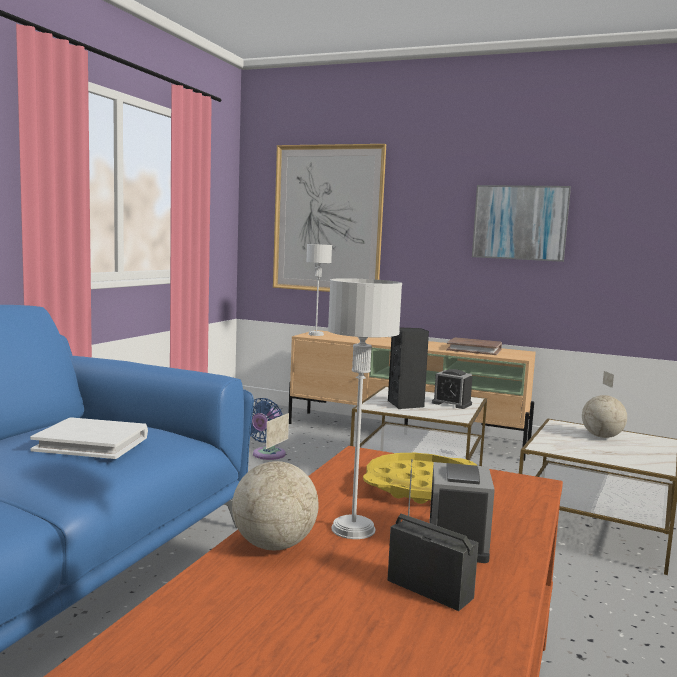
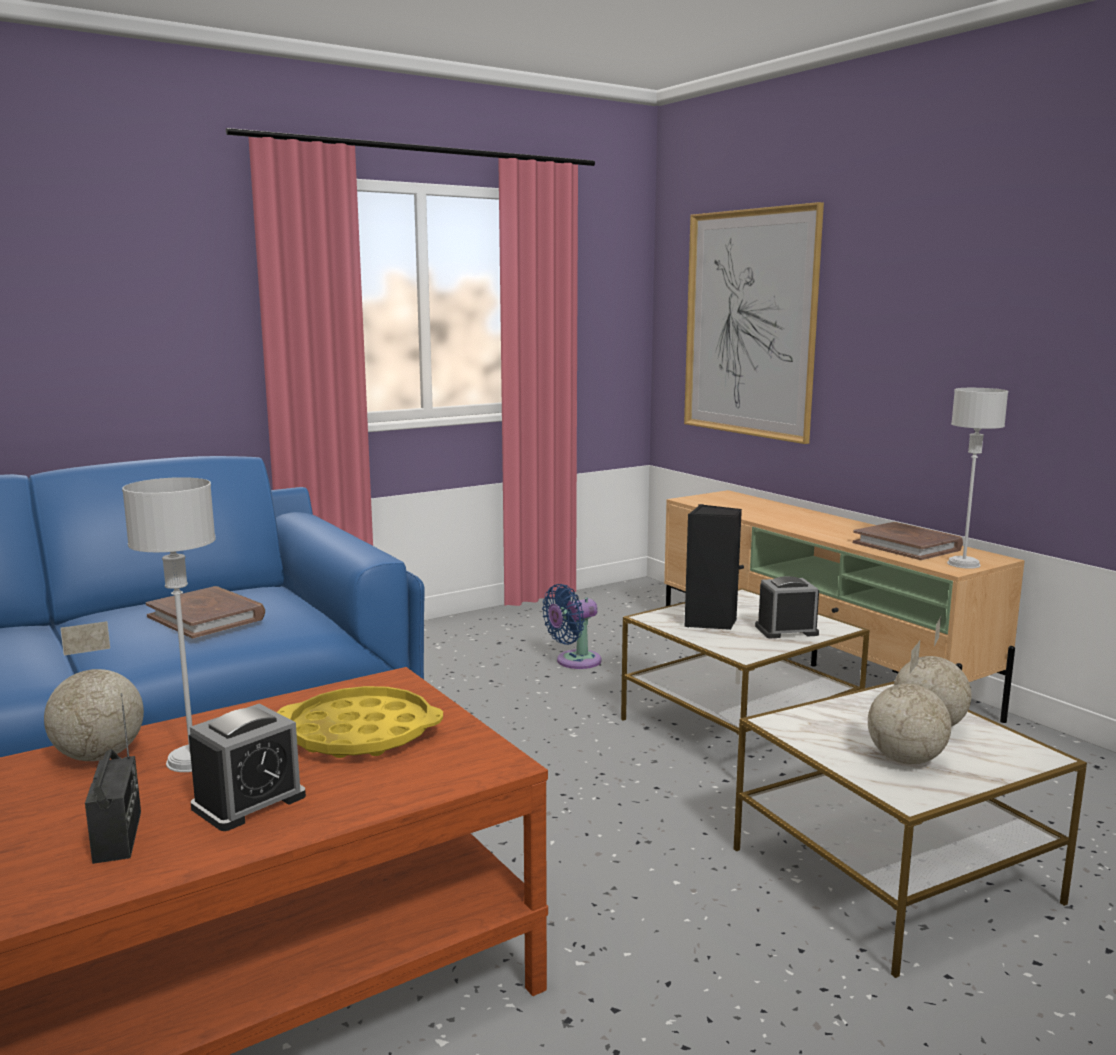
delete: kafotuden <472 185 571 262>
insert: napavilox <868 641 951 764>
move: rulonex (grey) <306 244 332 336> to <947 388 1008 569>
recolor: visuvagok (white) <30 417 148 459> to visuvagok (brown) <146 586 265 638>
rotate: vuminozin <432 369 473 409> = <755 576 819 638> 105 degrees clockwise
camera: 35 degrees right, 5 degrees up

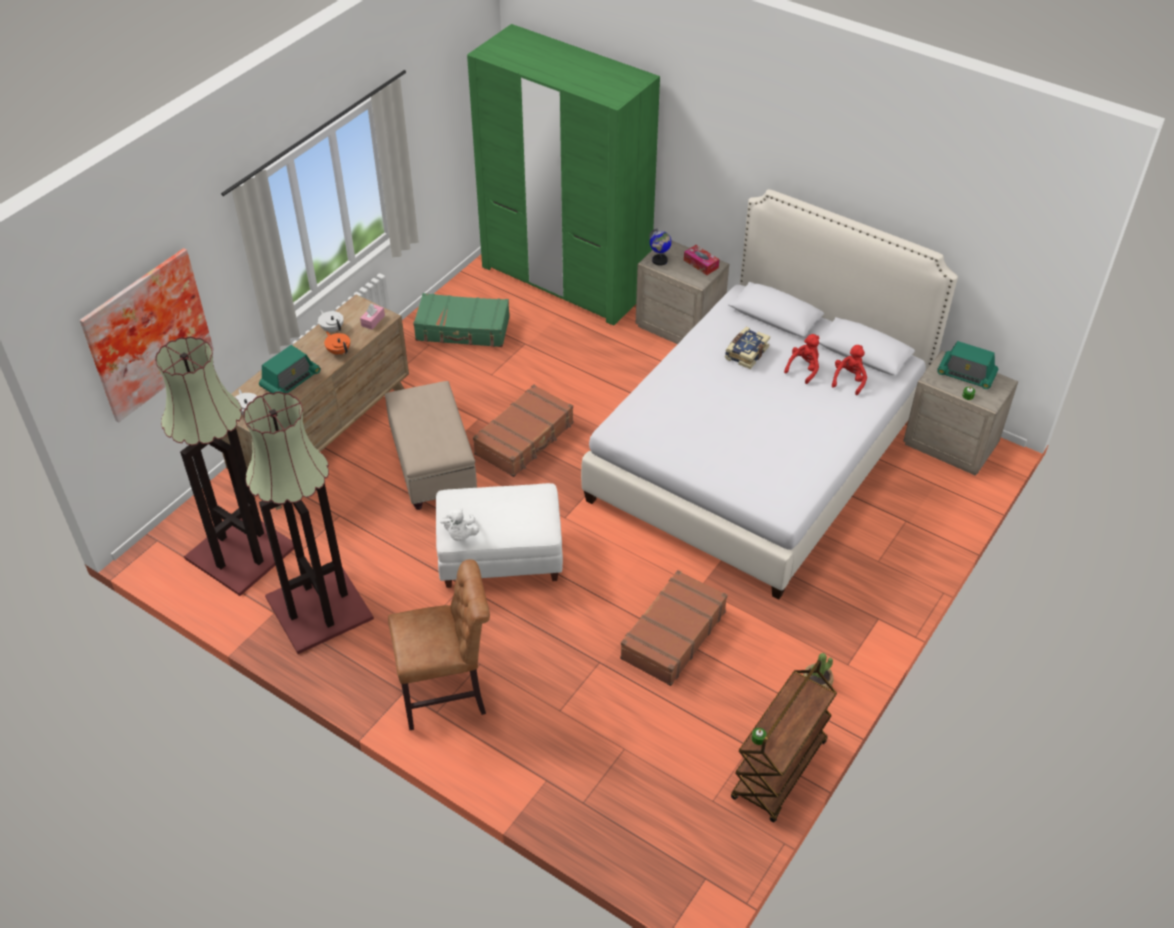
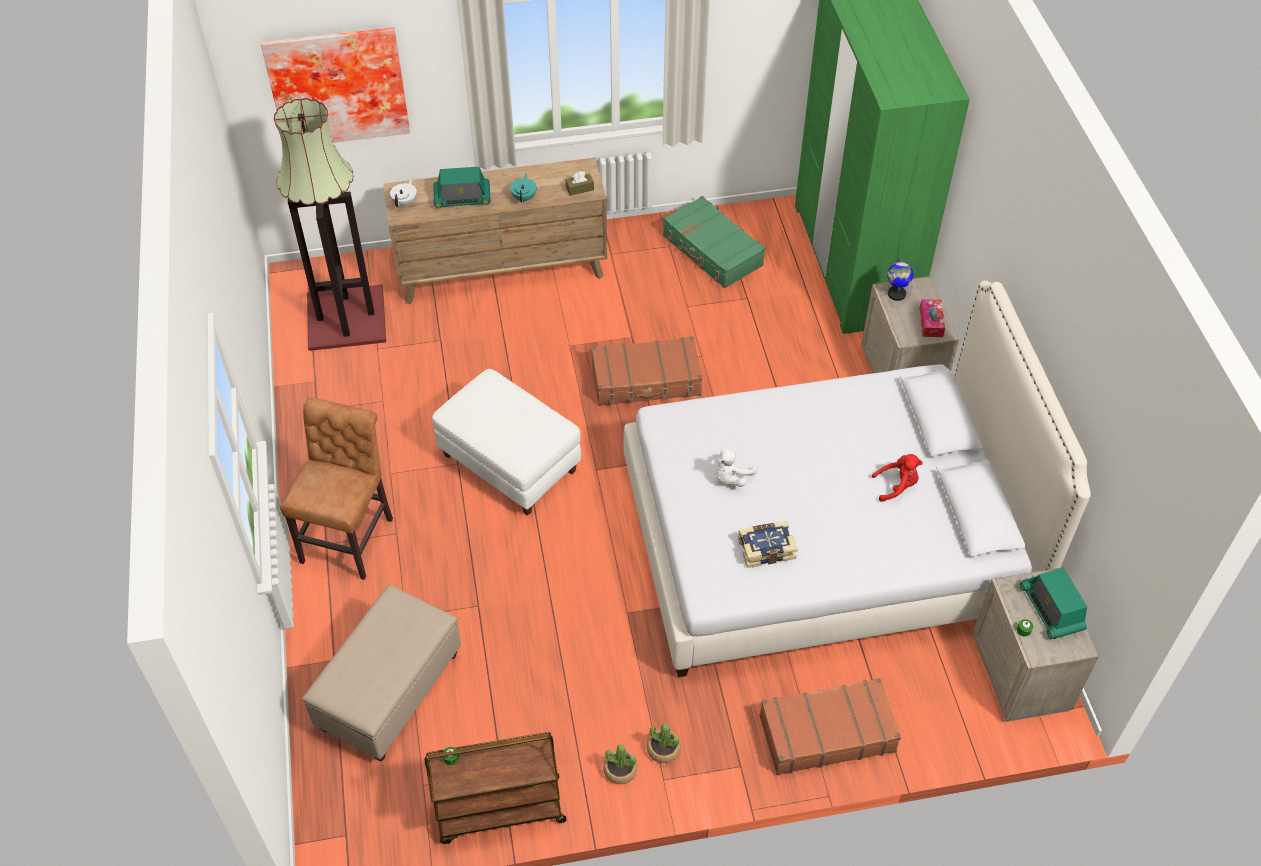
delete: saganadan <243 391 374 654>; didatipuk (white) <318 309 344 333>; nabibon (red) <832 345 867 395>
insert: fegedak <647 724 681 763>
move: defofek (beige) <384 381 477 510> to <302 585 461 761>; nabibon (white) <440 508 479 541> to <716 449 757 487>; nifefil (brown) <620 570 728 686> to <760 678 901 775>; visuvagok <725 327 770 369> to <738 521 798 568>
recolor: didatipuk (orange) <324 331 350 355> to didatipuk (turquoise) <510 174 537 202>; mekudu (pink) <360 304 385 330> to mekudu (brown) <566 171 594 196>
rotate: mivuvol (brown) <388 559 490 730> = <280 398 393 580> 105 degrees counterclockwise
camera: 45 degrees right, 5 degrees up

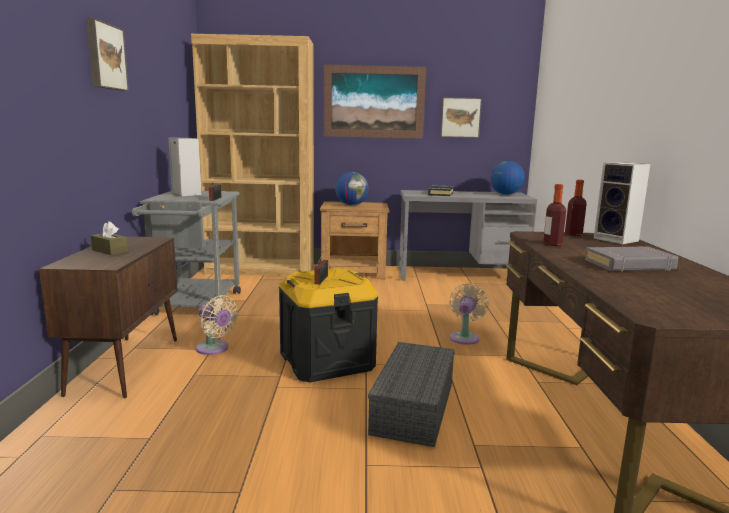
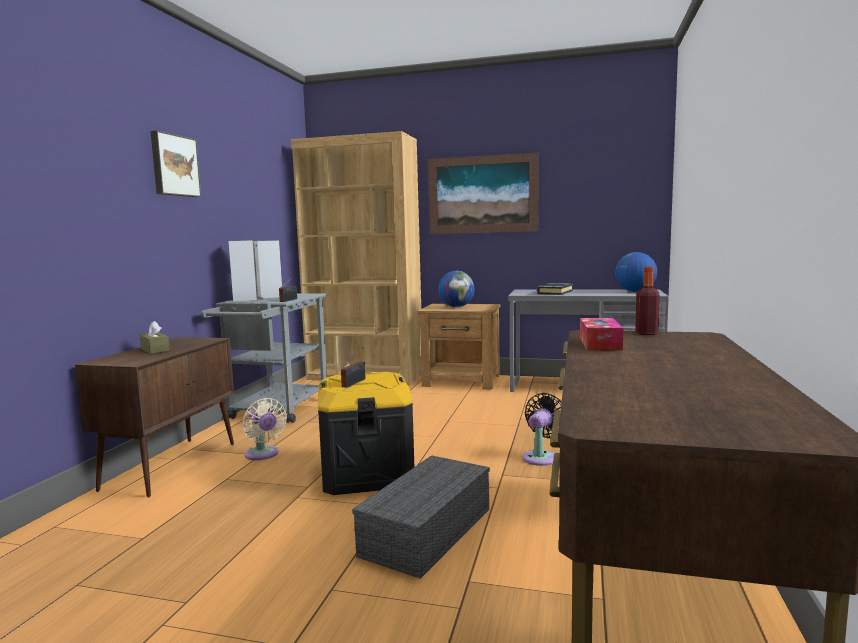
delete: kafotuden <440 97 482 138>; visuvagok (grey) <585 246 679 272>
move: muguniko <594 162 650 244> to <228 240 257 302>
replace: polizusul <543 184 566 246> to mekudu <580 318 623 350>
recolor: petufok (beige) <449 283 489 345> to petufok (black) <523 393 561 466>
camera: 15 degrees right, 5 degrees down

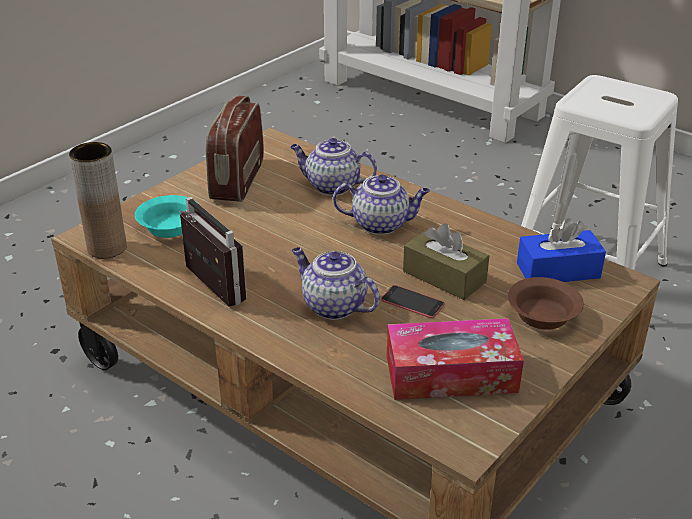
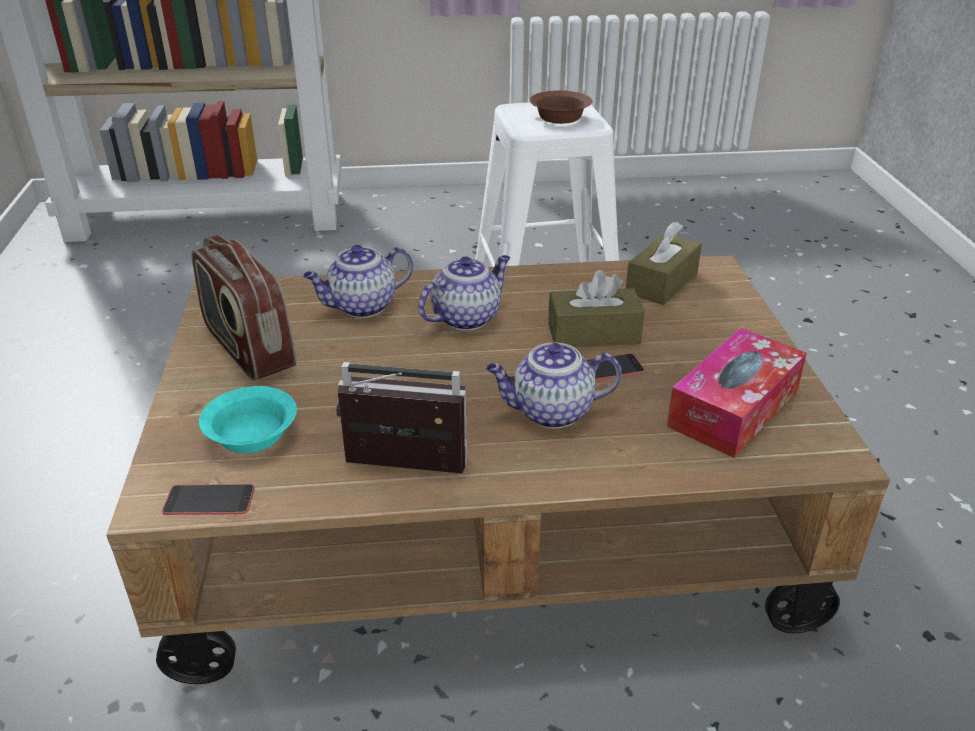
move: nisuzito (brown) <508 277 584 330> to <530 90 592 124>
replace: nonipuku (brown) <69 142 127 258> to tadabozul <162 484 255 515>
recolor: mekudu (blue) <517 218 606 282> to mekudu (brown) <626 222 702 305>
camera: 45 degrees left, 0 degrees up

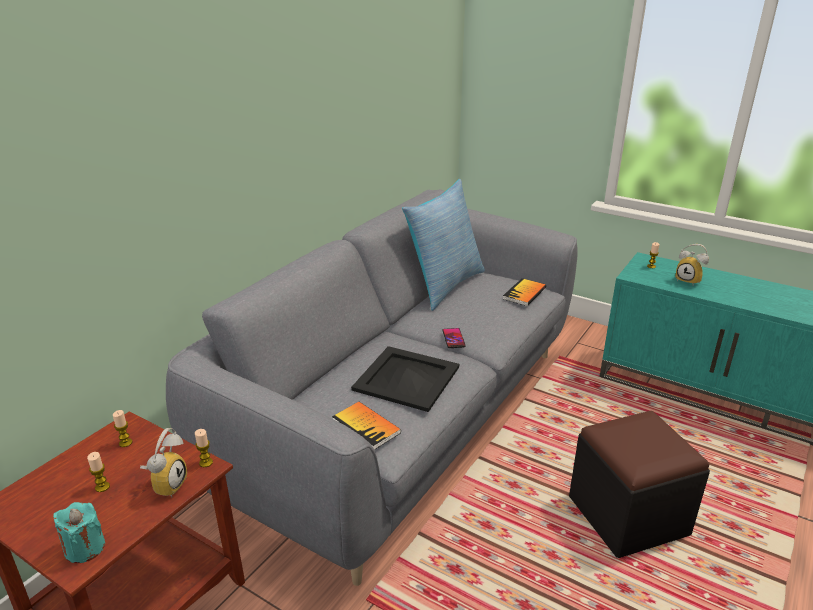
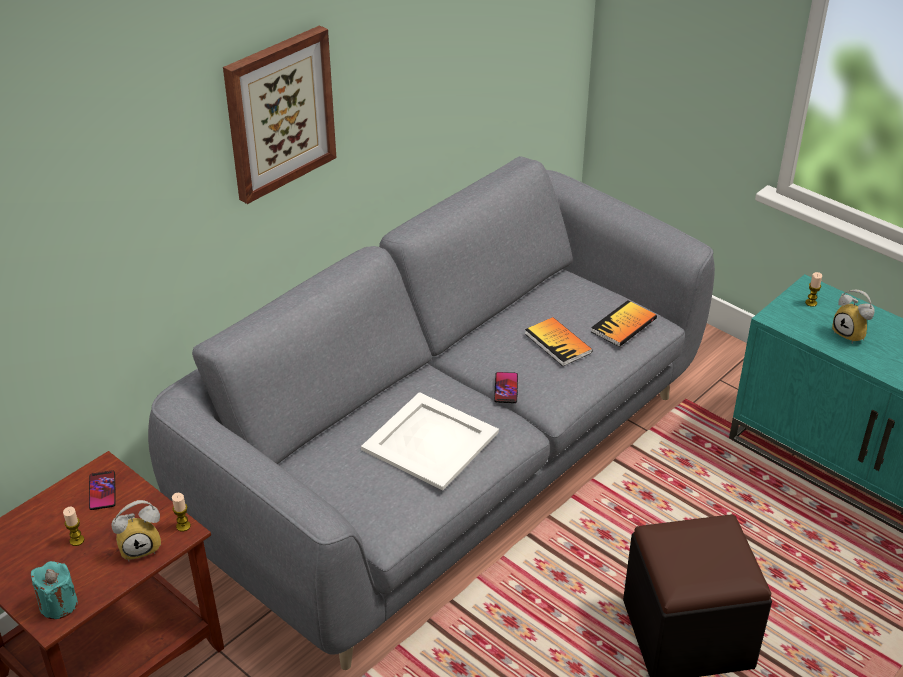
delete: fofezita <402 179 485 311>
insert: kafotuden <223 25 336 204>
move: visuvagok <332 402 401 450> to <525 317 593 366>
replace: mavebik <113 410 133 447> to tadabozul <89 470 116 510>
recolor: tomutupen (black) <351 346 459 412> to tomutupen (white) <361 392 499 491>
rotate: vuminozin <140 428 187 497> = <112 500 161 561> 45 degrees clockwise
camera: 10 degrees right, 10 degrees up

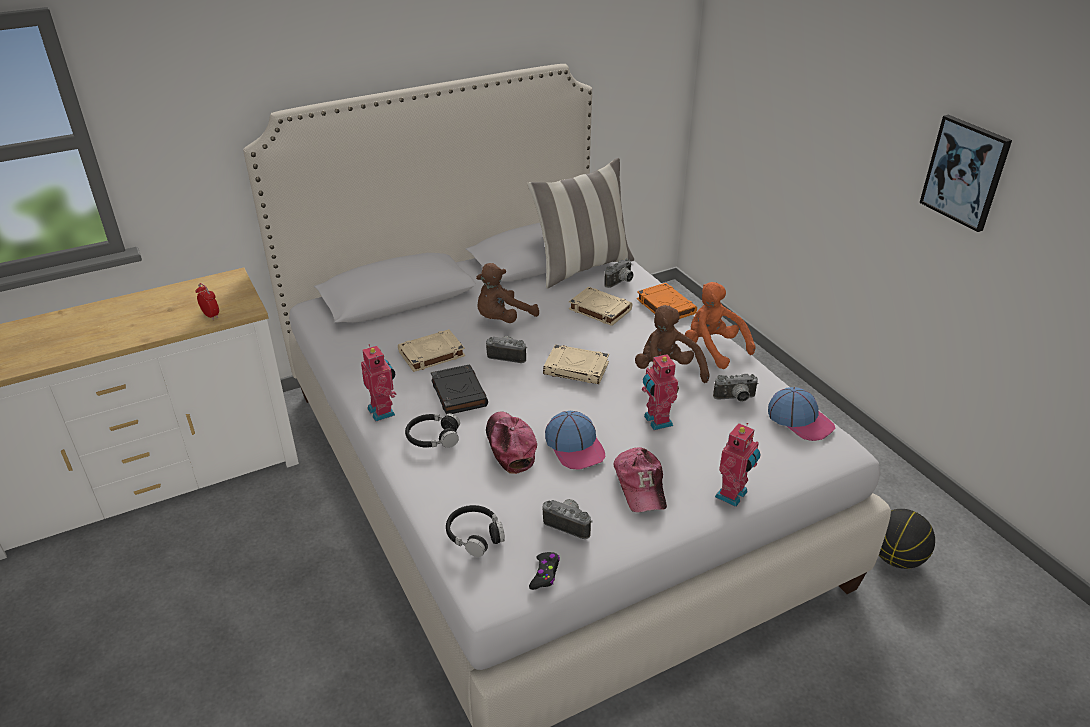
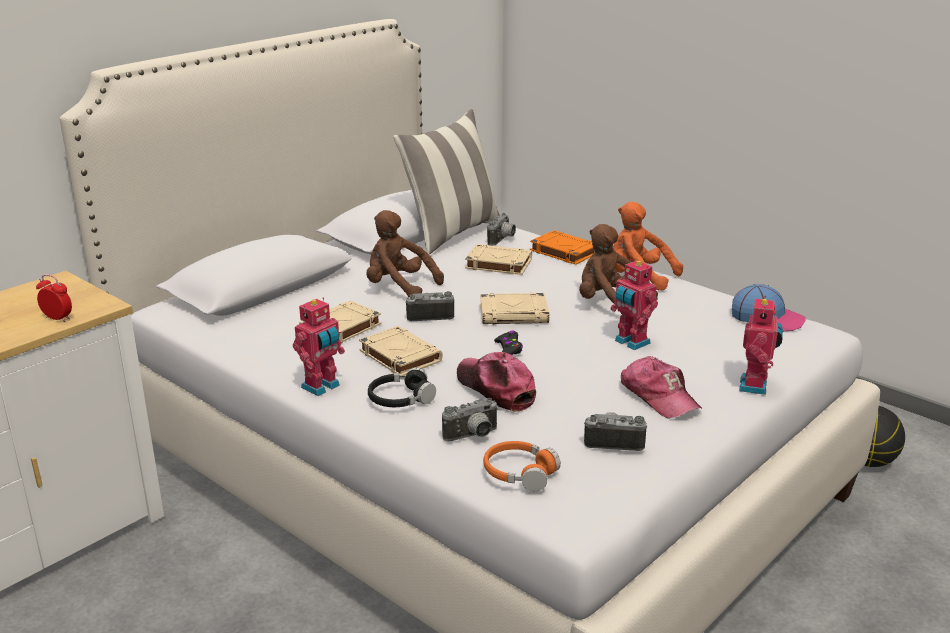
delete: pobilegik <545 411 606 470>; kafotuden <919 115 1012 232>
move: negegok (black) <529 552 560 590> to <494 330 523 355>; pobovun <713 374 759 402> to <442 398 499 441>
recolor: visuvagok (black) <431 365 488 414> to visuvagok (beige) <359 326 443 376>; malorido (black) <446 505 505 557> to malorido (orange) <483 441 561 491>
rotate: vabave <361 344 396 422> = <293 297 345 396> 90 degrees clockwise; nabibon (brown) <476 263 539 323> = <366 210 444 297> 90 degrees clockwise
camera: 20 degrees left, 10 degrees down

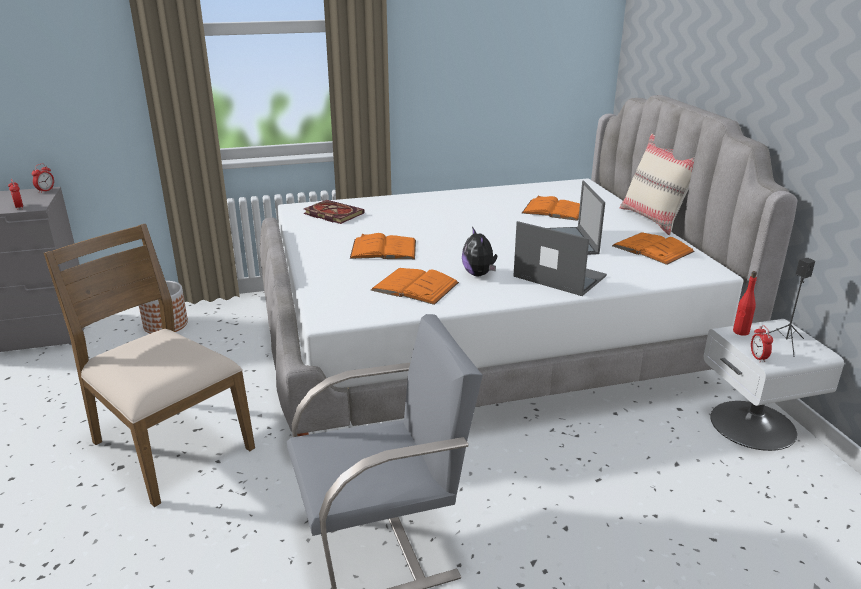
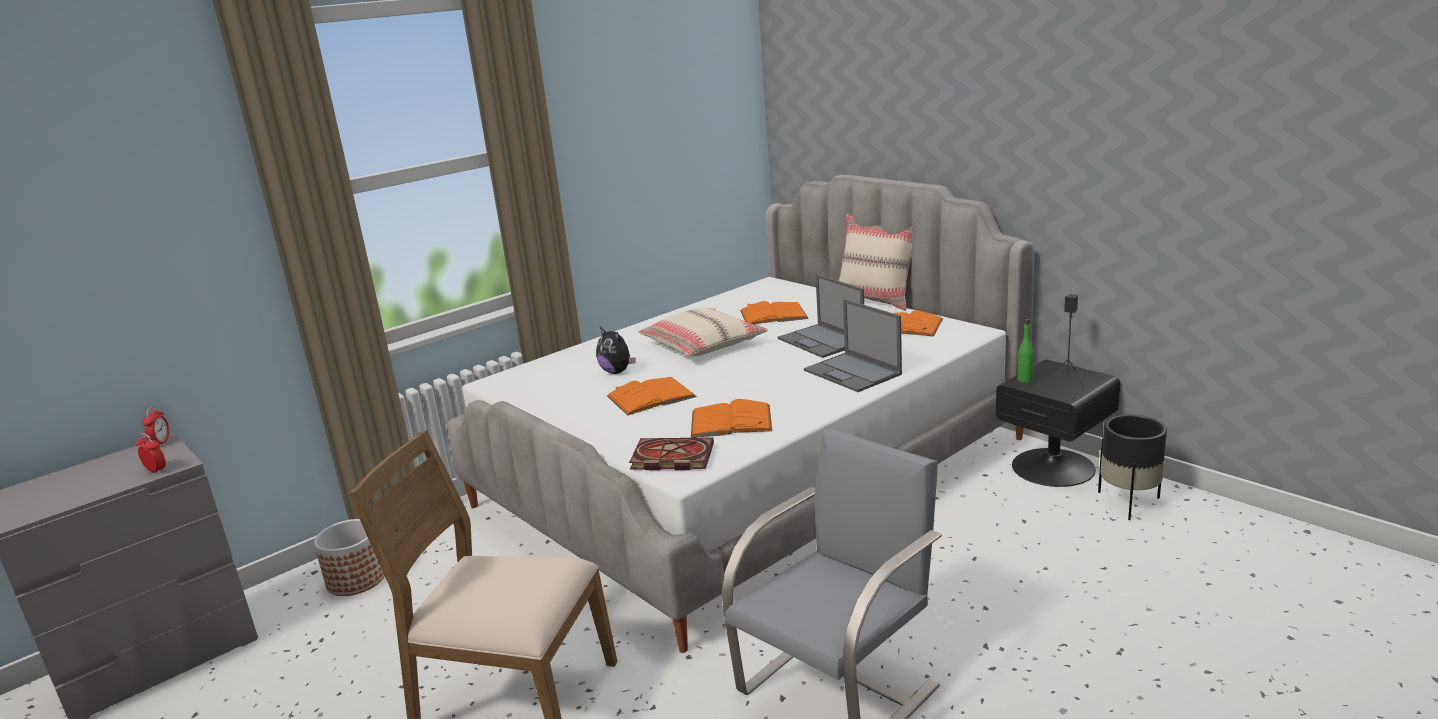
delete: vuminozin <751 325 773 362>
insert: fofezita (beige) <639 308 768 356>; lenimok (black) <1098 414 1167 520>
move: visuvagok <303 200 365 224> to <629 437 714 470>; nabibon <462 227 497 276> to <596 327 636 374>
recolor: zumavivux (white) <704 319 844 451> to zumavivux (black) <996 360 1120 487>; polizusul (red) <733 271 757 336> to polizusul (green) <1018 319 1034 383>
rotate: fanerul <513 221 607 296> = <804 299 902 392> 135 degrees counterclockwise
camera: 25 degrees left, 5 degrees down

